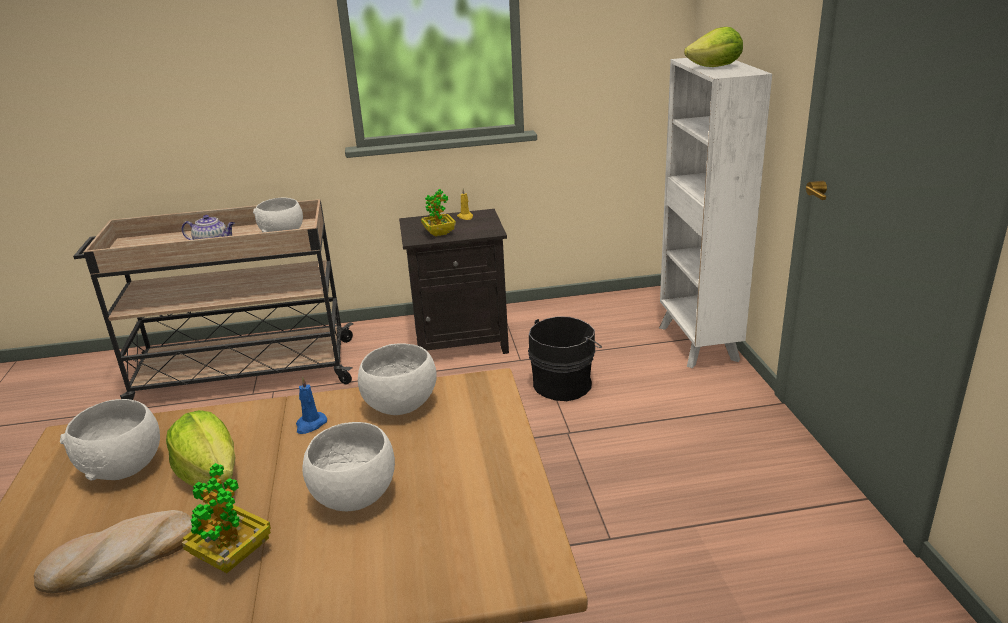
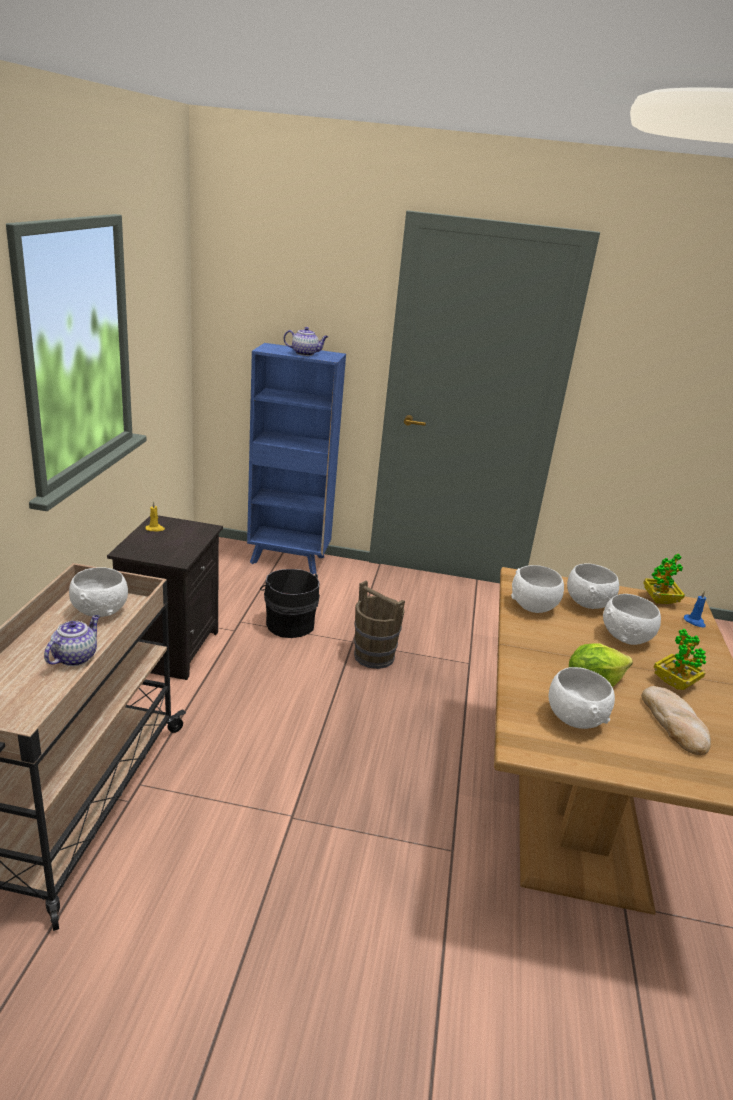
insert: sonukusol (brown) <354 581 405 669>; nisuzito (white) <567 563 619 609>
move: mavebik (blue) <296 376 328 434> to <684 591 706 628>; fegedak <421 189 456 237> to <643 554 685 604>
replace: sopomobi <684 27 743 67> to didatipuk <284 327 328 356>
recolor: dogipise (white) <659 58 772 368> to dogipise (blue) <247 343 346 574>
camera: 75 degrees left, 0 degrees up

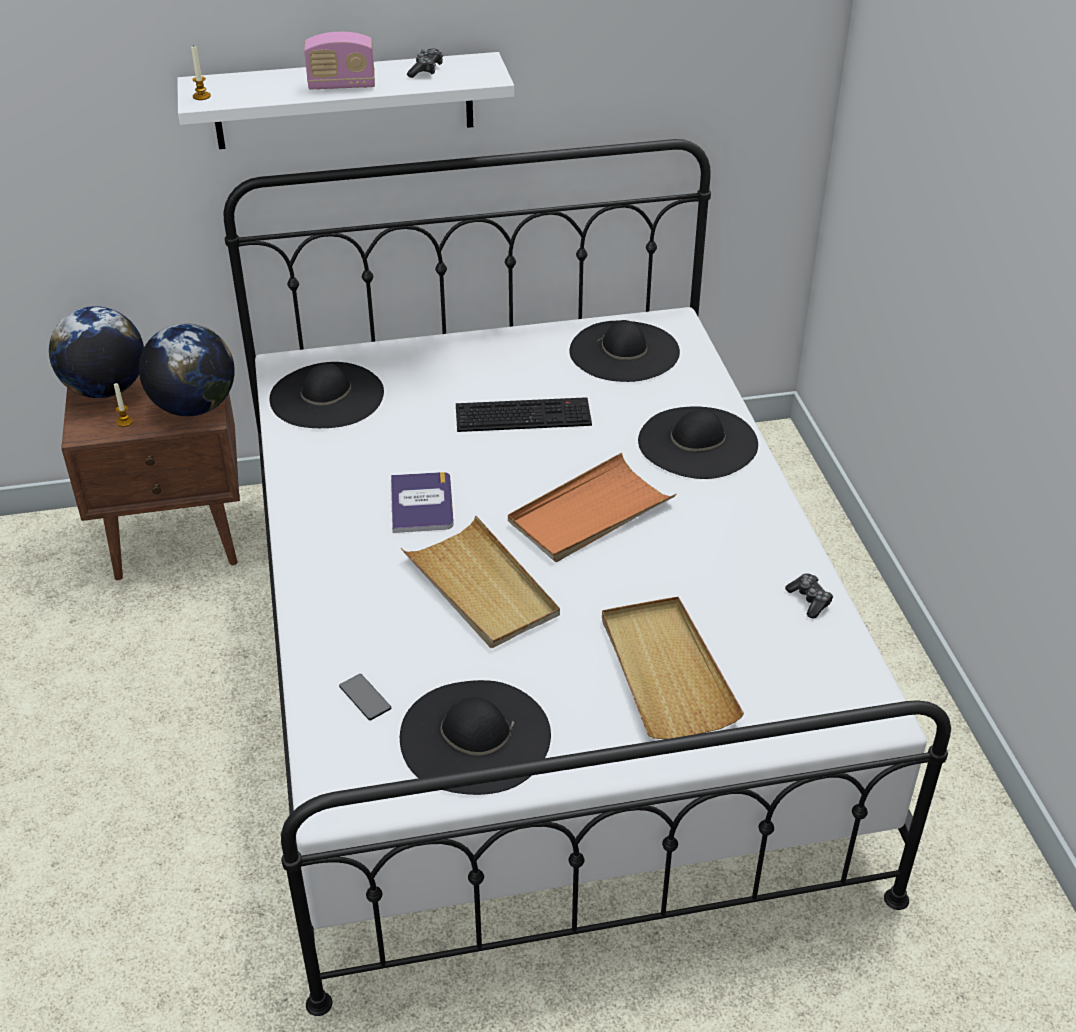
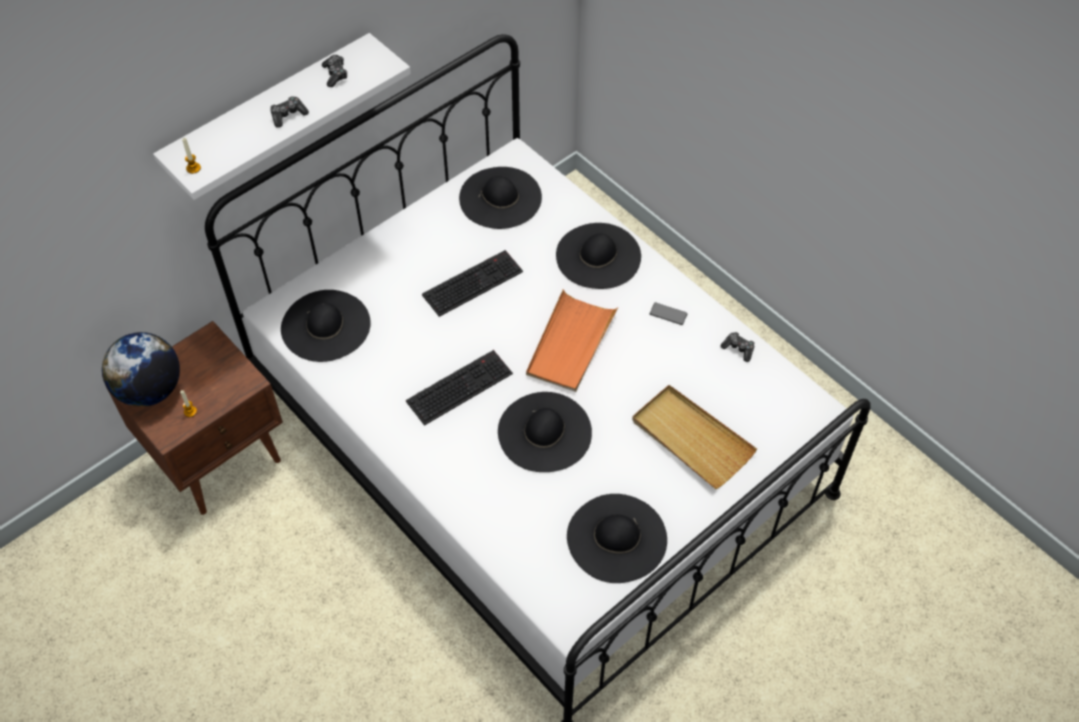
delete: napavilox <139 323 235 416>
move: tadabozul <339 674 391 720> to <650 302 687 325>
replace: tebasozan <304 32 375 90> to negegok <270 96 309 128>; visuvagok <391 472 454 533> to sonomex <406 350 513 426>; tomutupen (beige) <401 516 560 648> to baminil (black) <498 392 592 472>
camera: 30 degrees left, 15 degrees up

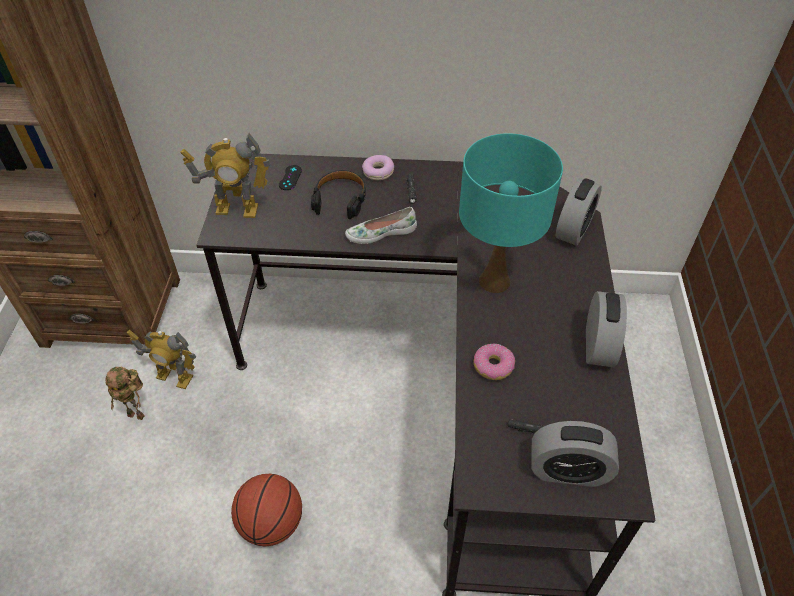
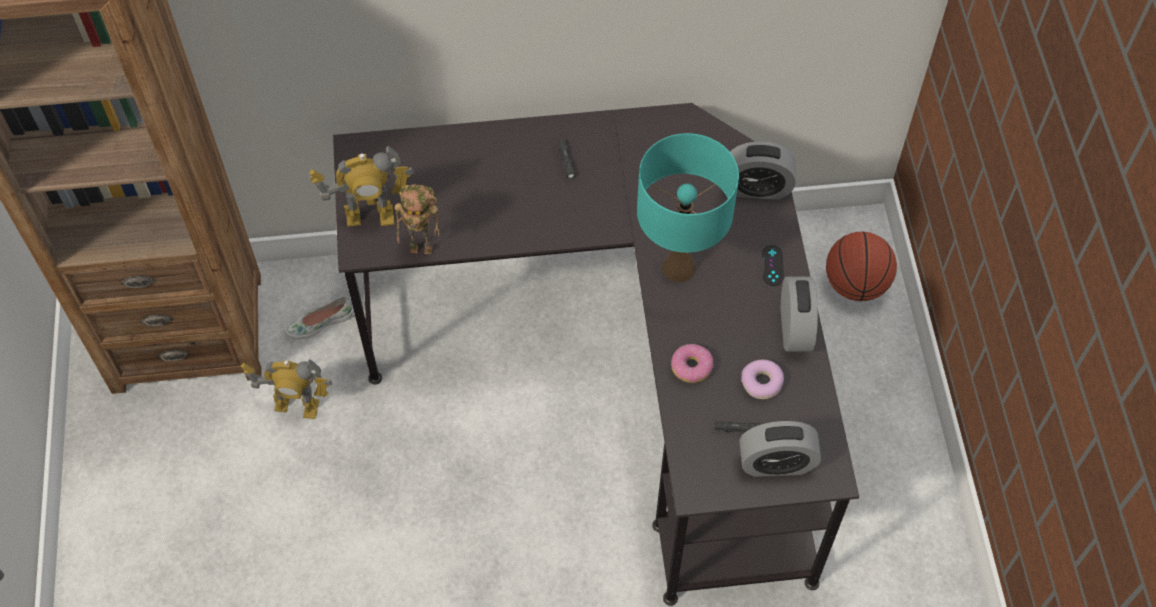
delete: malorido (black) <311 170 366 219>
move: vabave <106 366 145 420> to <395 184 439 254>; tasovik <231 474 302 546> to <826 232 897 301>; negegok (black) <279 165 302 190> to <762 245 784 286>; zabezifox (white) <345 207 417 244> to <285 297 354 340>; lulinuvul <362 155 394 180> to <741 360 784 399>
rotate: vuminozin <556 178 602 246> = <730 141 796 200> 75 degrees clockwise
camera: 10 degrees left, 10 degrees up

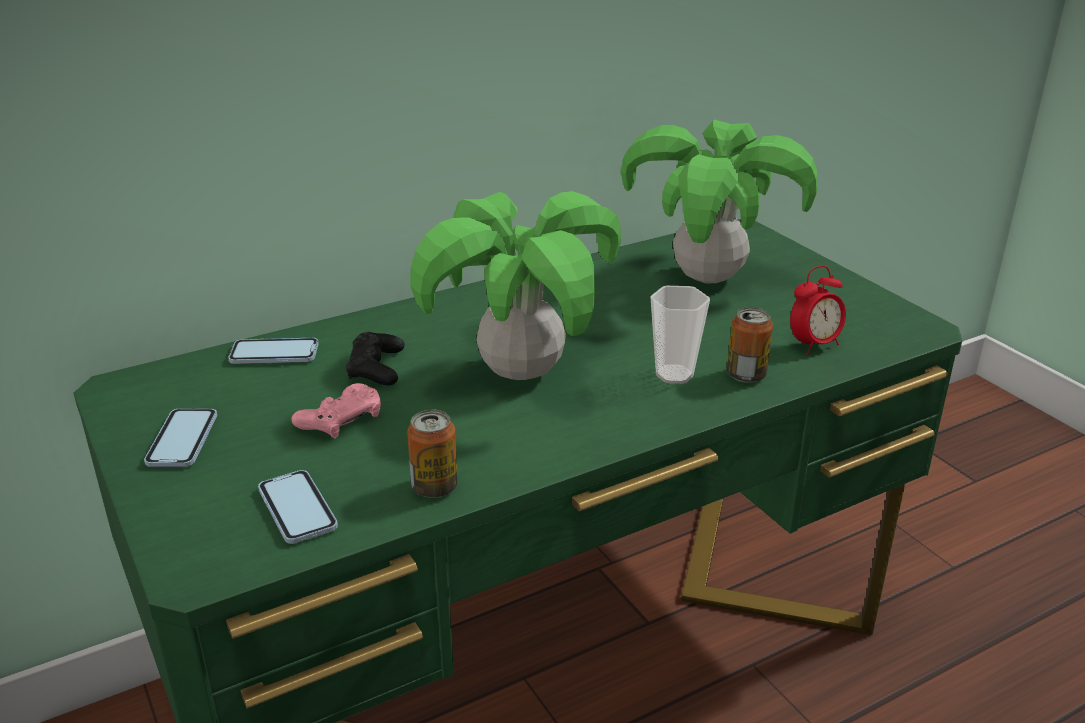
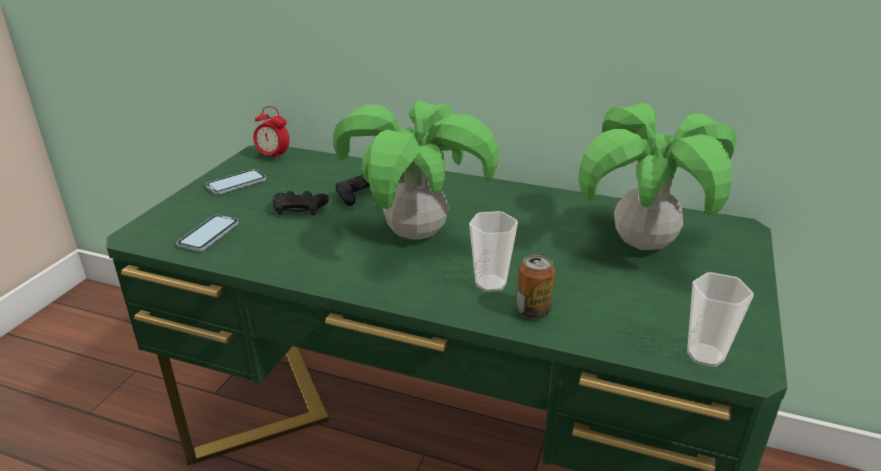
delete: tadabozul <228 338 319 364>; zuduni <407 409 458 498>
insert: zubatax <687 272 754 367>
move: vuminozin <790 266 846 354> to <253 106 289 161>
recolor: negegok (pink) <291 383 381 439> to negegok (black) <273 190 329 216>
camera: 50 degrees right, 0 degrees up

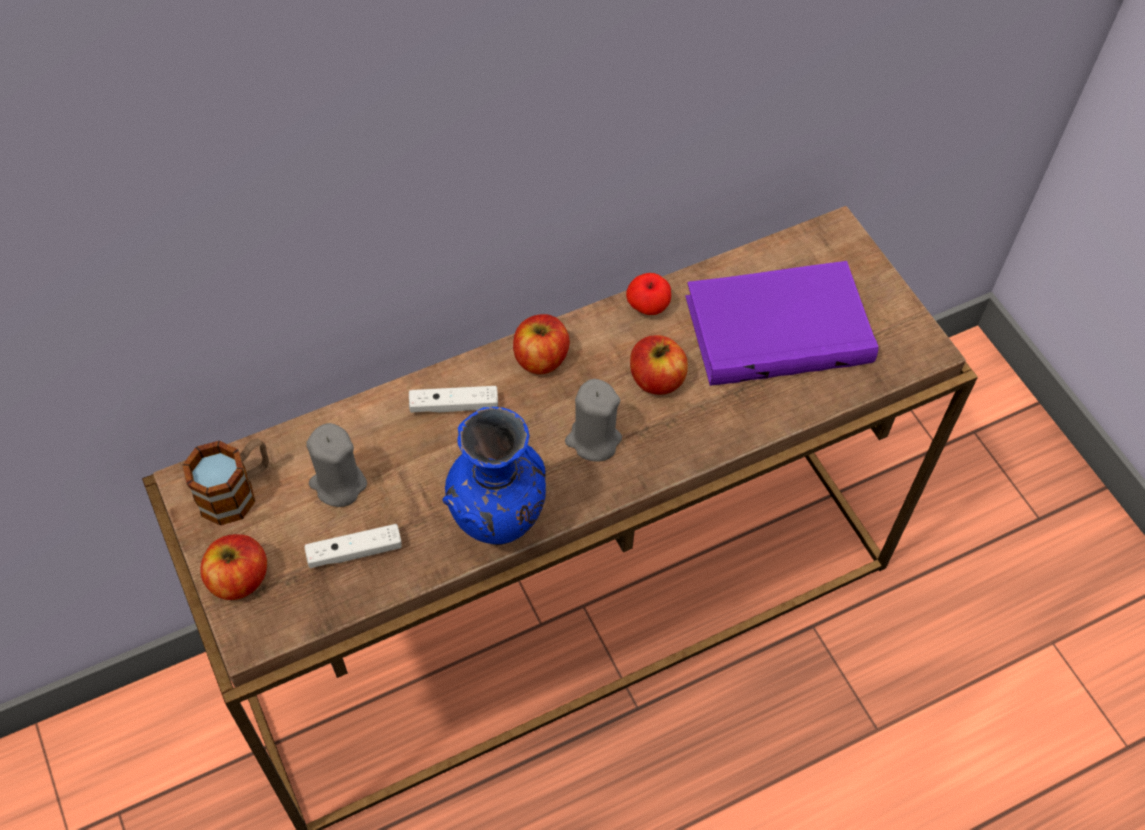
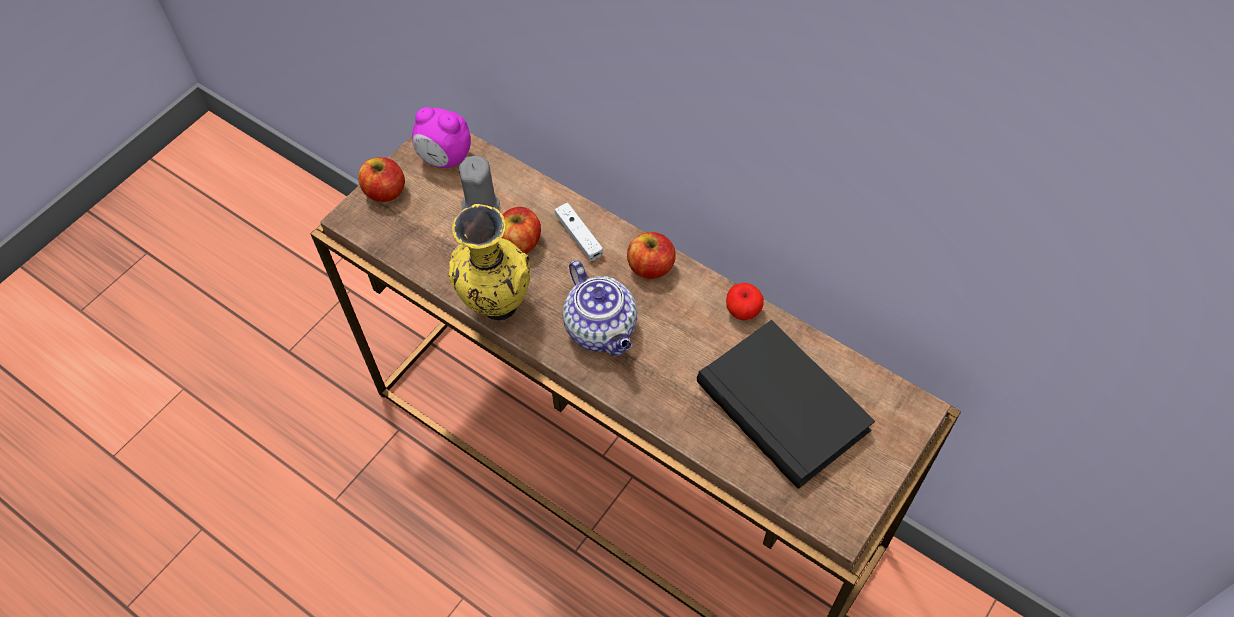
delete: negegok (white) <305 524 402 568>
move: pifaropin <630 335 688 395> to <502 207 541 254>
replace: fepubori <183 438 269 525> to vuminozin <412 107 471 168>; mavebik (grey) <565 379 622 462> to didatipuk <563 260 637 356>
recolor: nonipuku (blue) <443 407 546 545> to nonipuku (yellow) <449 204 530 321>; visuvagok (purple) <685 261 879 386> to visuvagok (black) <697 320 875 489>
camera: 65 degrees right, 0 degrees up

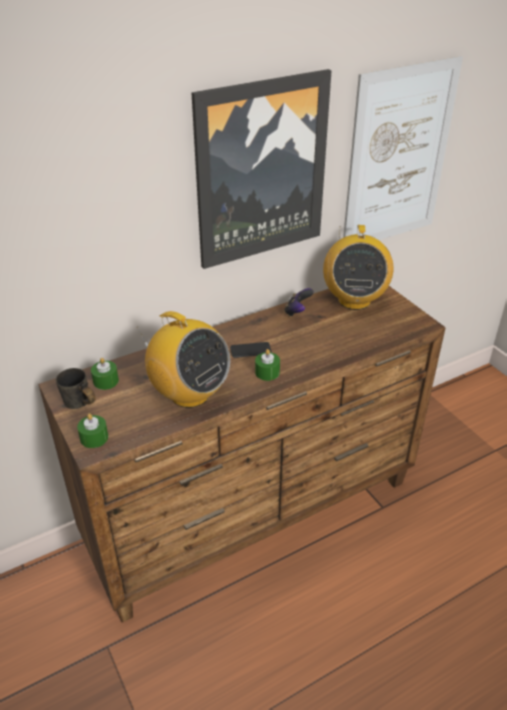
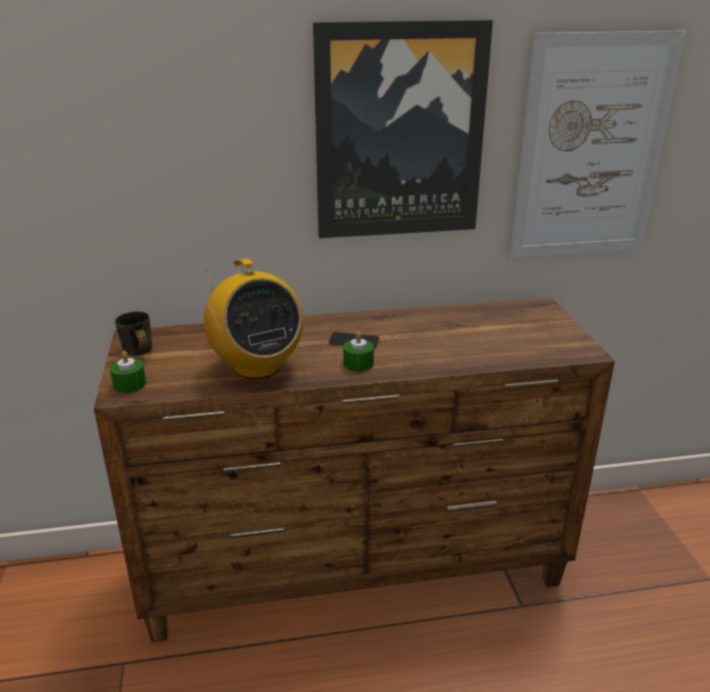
delete: mavebik (green) <91 358 119 390>; negegok <284 288 314 317>; tebasozan <323 225 394 310>
camera: 20 degrees right, 10 degrees down

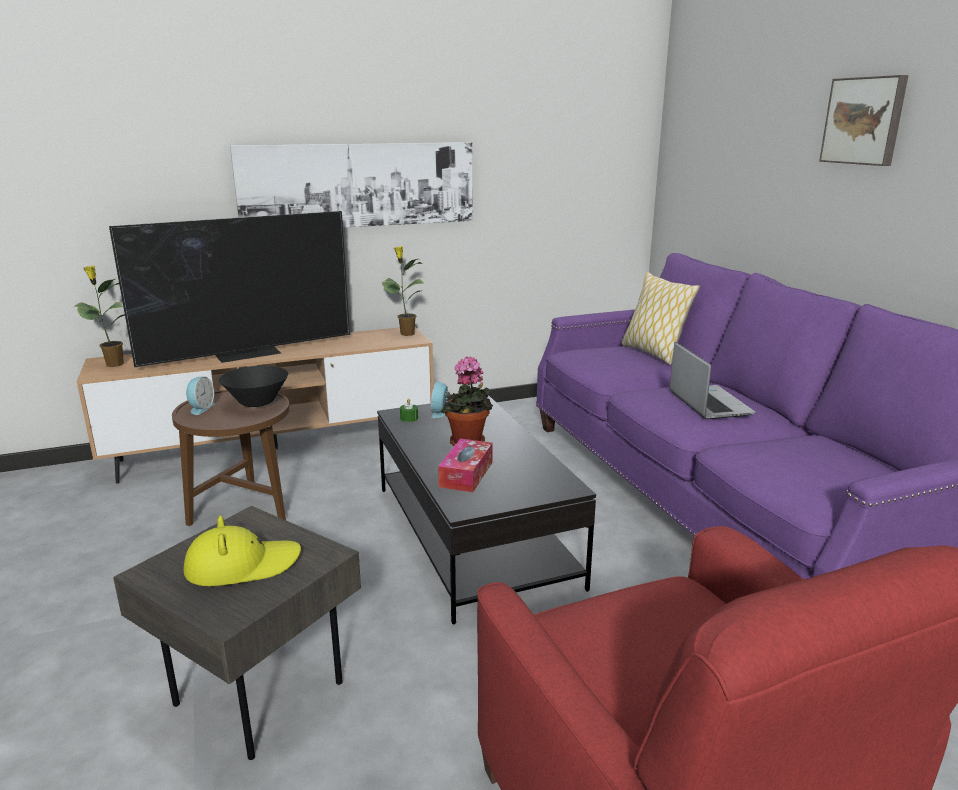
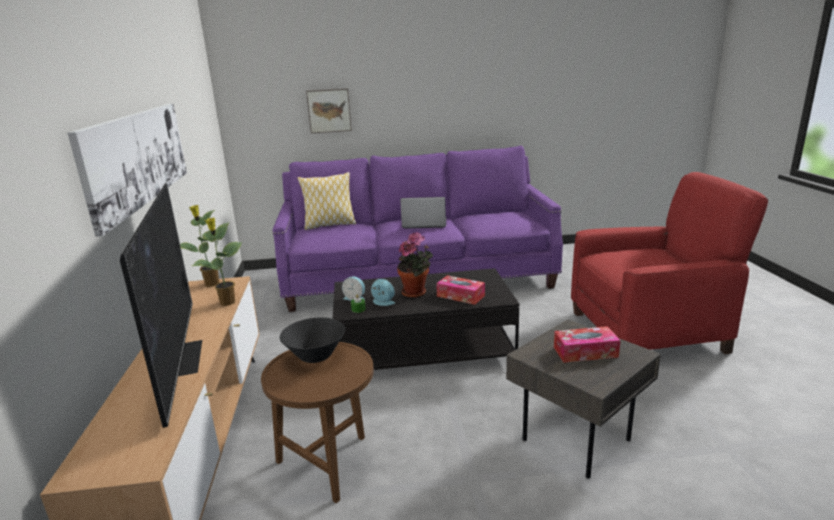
move: fegedak <73 265 125 367> to <192 218 242 306>; vuminozin <186 376 216 415> to <371 279 395 306>; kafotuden <819 75 909 166> to <306 89 352 133>
replace: baminil (yellow) <184 515 301 586> to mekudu <554 326 621 363>
camera: 75 degrees left, 0 degrees up

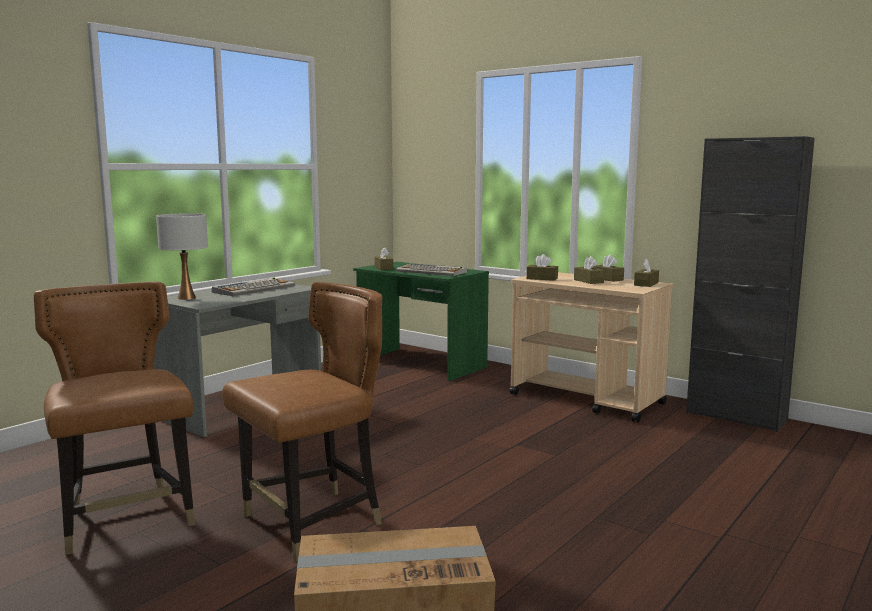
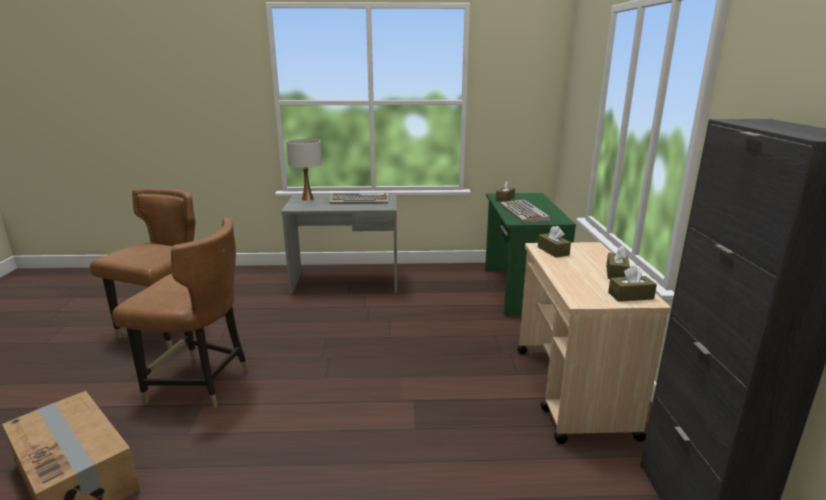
delete: mekudu (brown) <574 256 604 284>
camera: 50 degrees right, 10 degrees up

